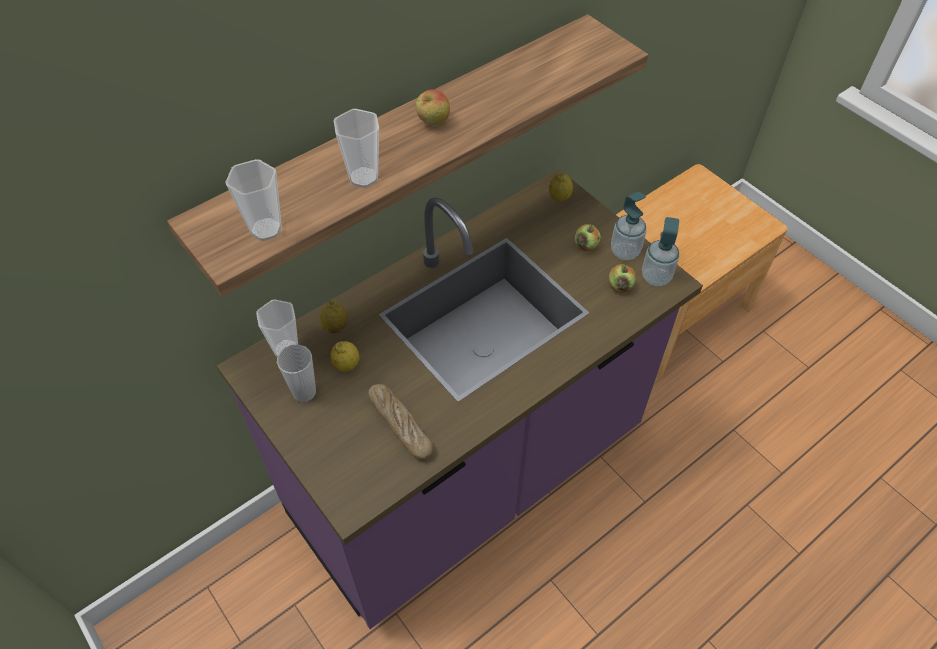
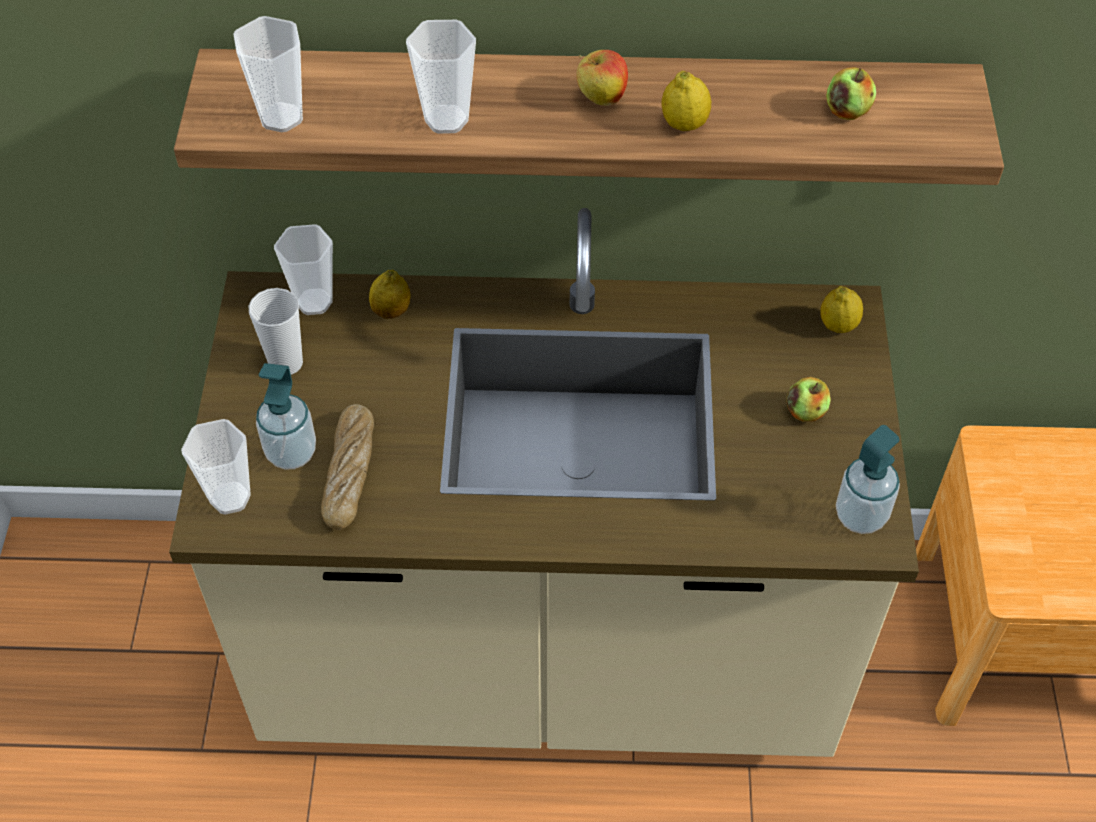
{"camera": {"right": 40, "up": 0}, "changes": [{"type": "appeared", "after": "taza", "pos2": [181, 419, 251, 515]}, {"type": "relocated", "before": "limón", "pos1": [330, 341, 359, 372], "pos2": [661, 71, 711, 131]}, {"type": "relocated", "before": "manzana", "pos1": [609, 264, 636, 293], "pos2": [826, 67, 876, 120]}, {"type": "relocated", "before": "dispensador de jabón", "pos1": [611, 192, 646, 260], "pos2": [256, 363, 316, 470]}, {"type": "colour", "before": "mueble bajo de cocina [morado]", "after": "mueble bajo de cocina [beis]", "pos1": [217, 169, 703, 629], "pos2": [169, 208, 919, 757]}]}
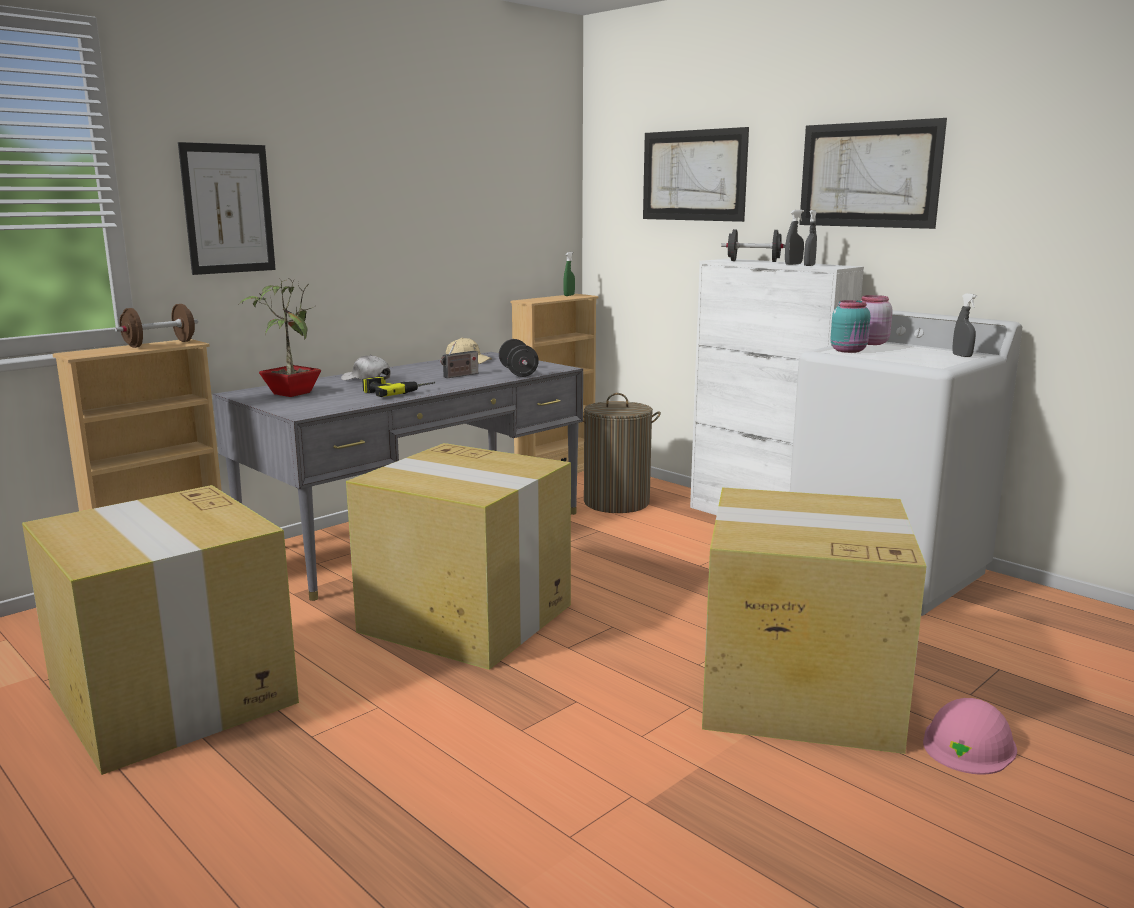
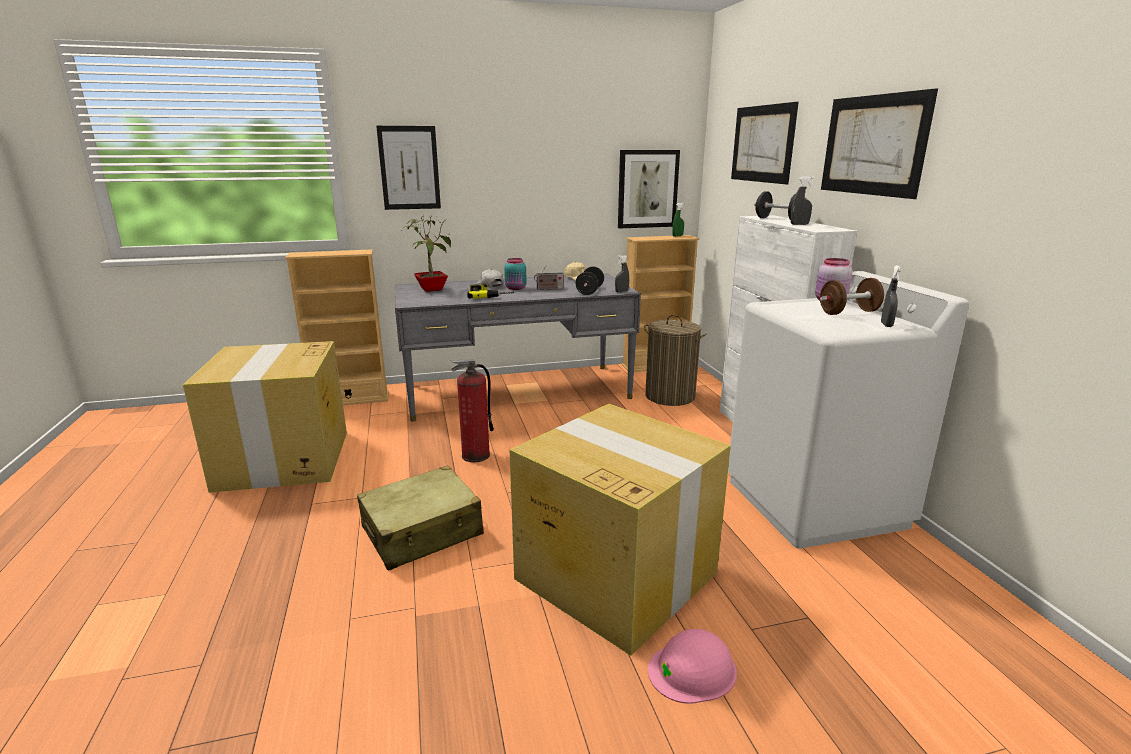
{"camera": {"right": 30, "up": 5}, "changes": [{"type": "appeared", "after": "maleta [beis]", "pos2": [357, 465, 484, 571]}, {"type": "appeared", "after": "cuadro", "pos2": [618, 150, 680, 228]}, {"type": "relocated", "before": "mancuerna [marrón]", "pos1": [115, 304, 198, 348], "pos2": [820, 278, 884, 315]}, {"type": "relocated", "before": "pulverizador [gris]", "pos1": [804, 210, 817, 266], "pos2": [615, 255, 629, 293]}, {"type": "relocated", "before": "tarro [turquesa]", "pos1": [830, 300, 871, 353], "pos2": [504, 258, 527, 290]}, {"type": "exchanged", "before": "caja de cartón", "after": "extintor", "pos1": [346, 443, 571, 670], "pos2": [450, 359, 494, 462]}]}
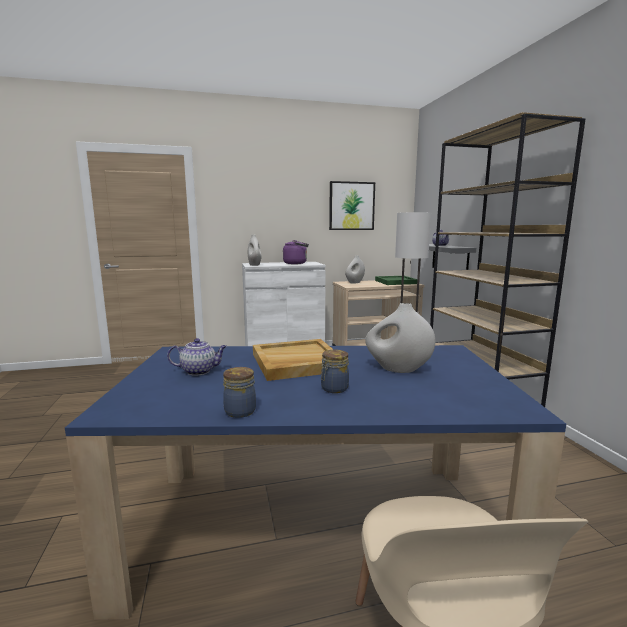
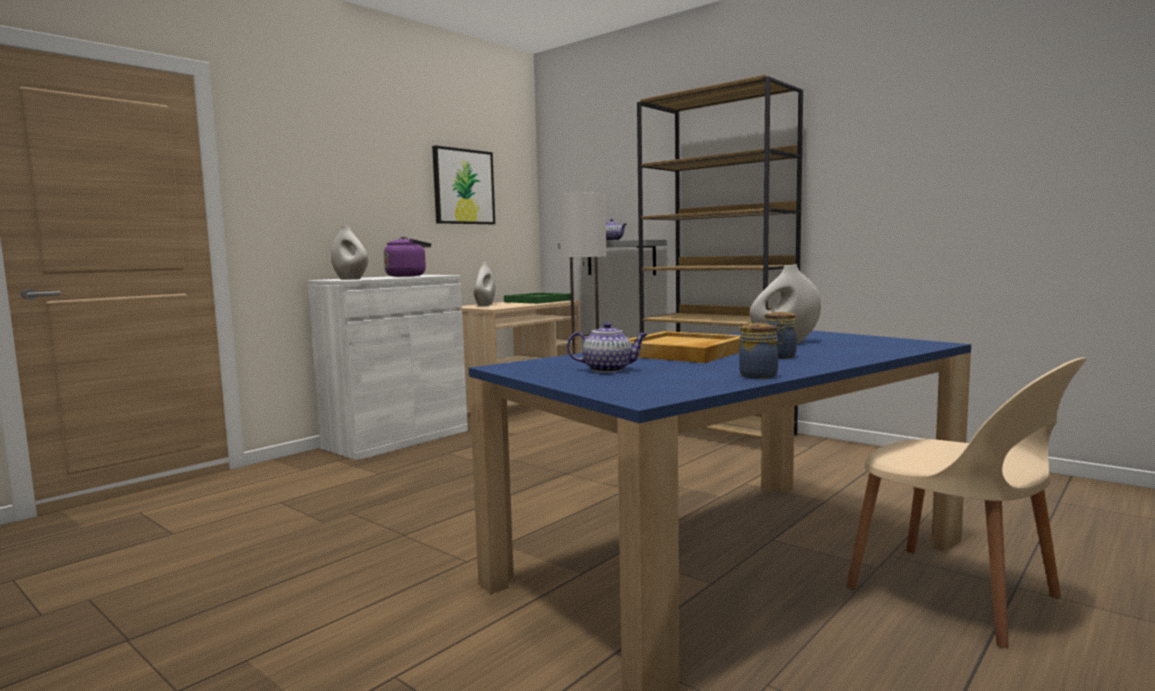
{"camera": {"right": -35, "up": -5}, "changes": [{"type": "spun", "before": "tetera", "pos1": [167, 338, 227, 376], "pos2": [567, 322, 648, 373], "turn": 45}]}
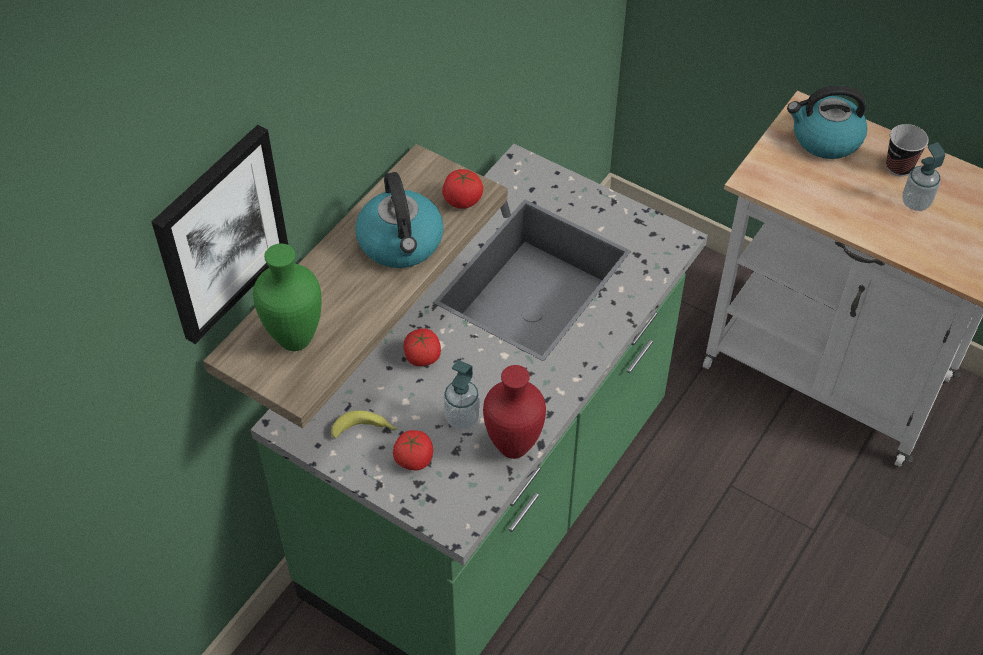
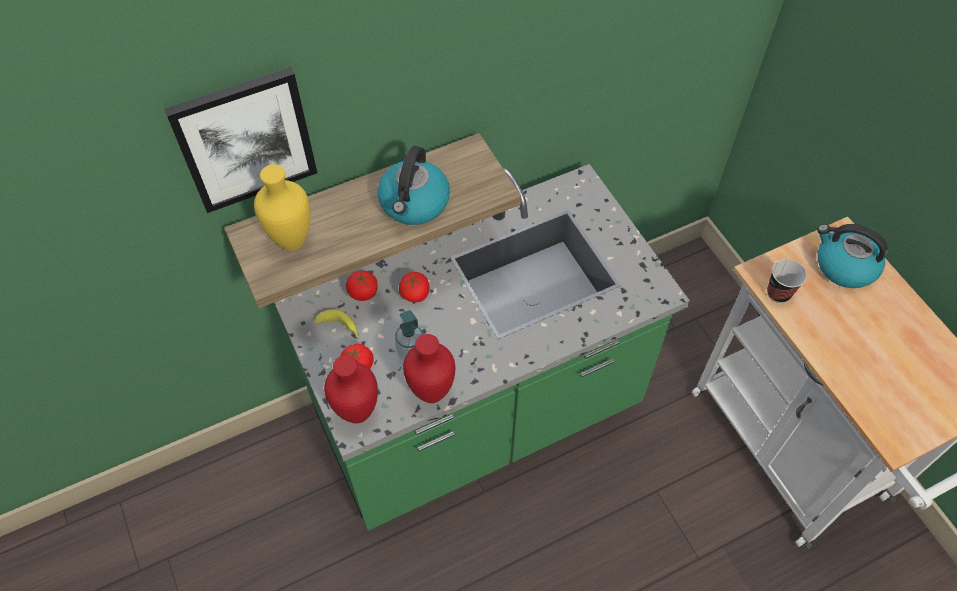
{"camera": {"right": 30, "up": 5}, "changes": [{"type": "missing", "before": "dispensador de jabón", "pos1": [902, 142, 945, 211]}, {"type": "appeared", "after": "florero [rojo]", "pos2": [324, 355, 378, 424]}, {"type": "relocated", "before": "tomate", "pos1": [442, 169, 483, 209], "pos2": [346, 271, 378, 301]}, {"type": "relocated", "before": "taza", "pos1": [886, 124, 928, 176], "pos2": [767, 259, 807, 303]}, {"type": "colour", "before": "florero [verde]", "after": "florero [amarillo]", "pos1": [253, 244, 322, 351], "pos2": [254, 164, 311, 251]}]}
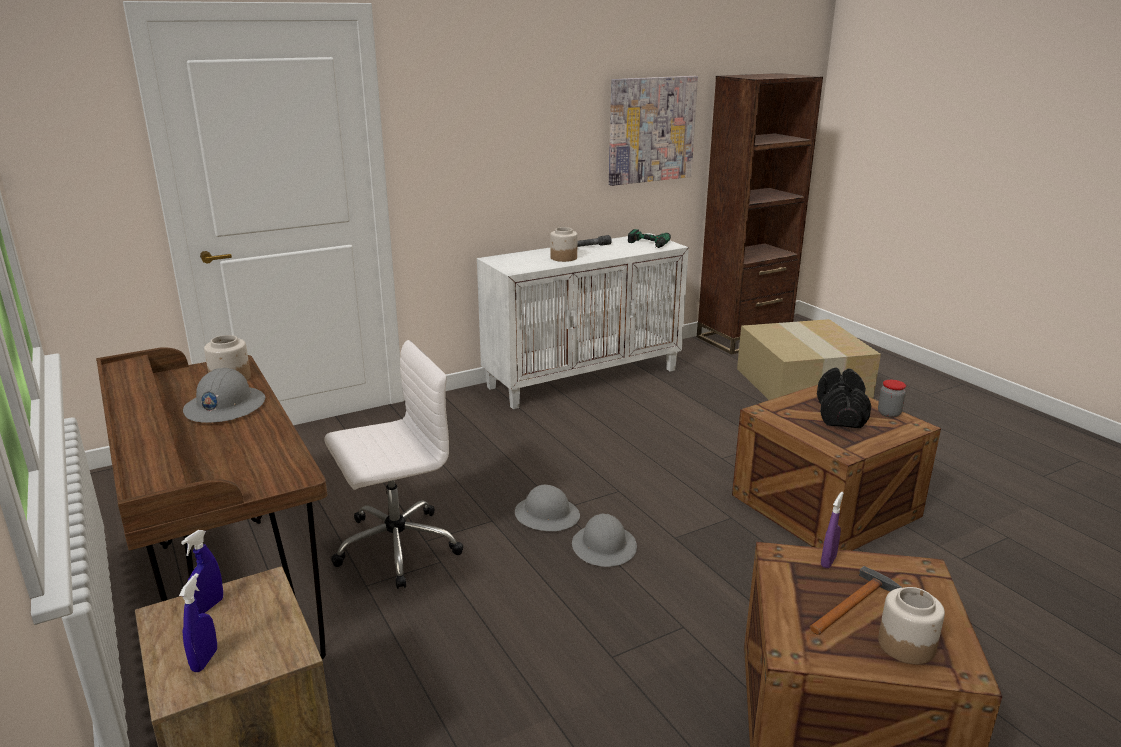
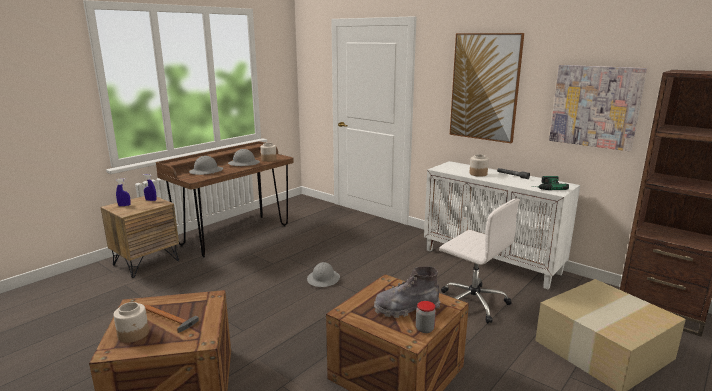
{"camera": {"right": 70, "up": -5}, "changes": [{"type": "missing", "before": "pulverizador [morado]", "pos1": [821, 492, 844, 568]}, {"type": "appeared", "after": "cuadro", "pos2": [450, 33, 524, 143]}, {"type": "relocated", "before": "silla de oficina [blanco]", "pos1": [324, 340, 464, 589], "pos2": [439, 198, 520, 323]}, {"type": "relocated", "before": "casco [gris]", "pos1": [572, 514, 637, 567], "pos2": [189, 156, 223, 175]}, {"type": "exchanged", "before": "mancuerna [negro]", "after": "bota [gris]", "pos1": [817, 368, 871, 428], "pos2": [374, 266, 440, 318]}]}
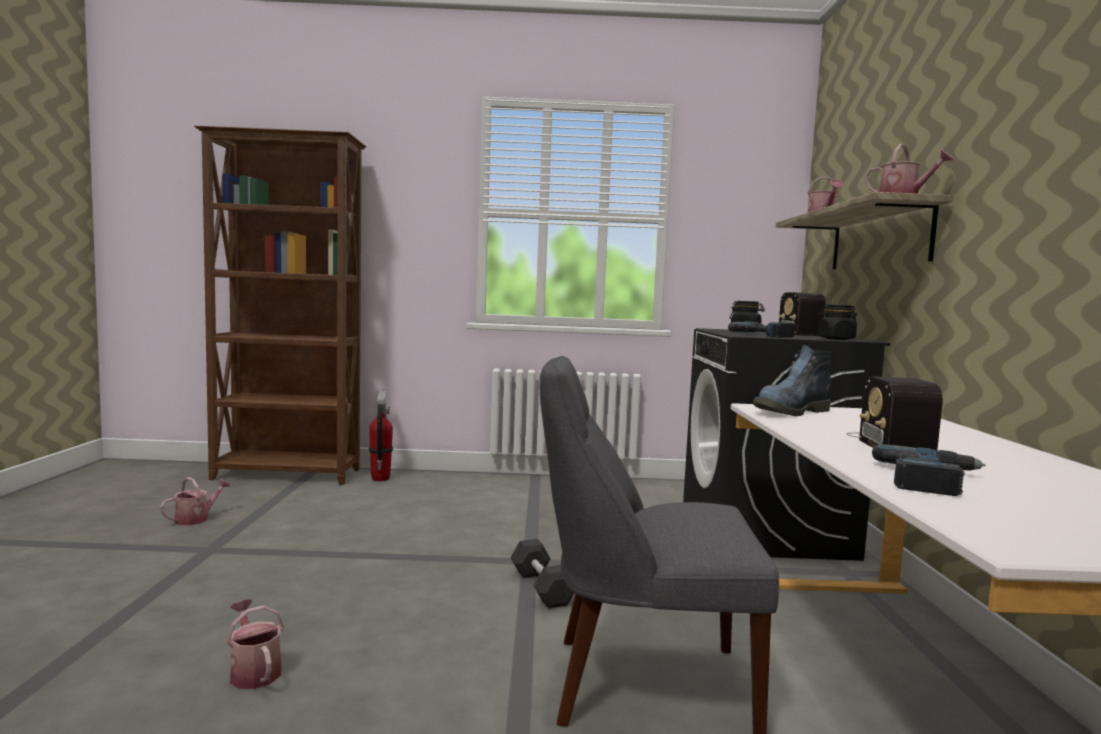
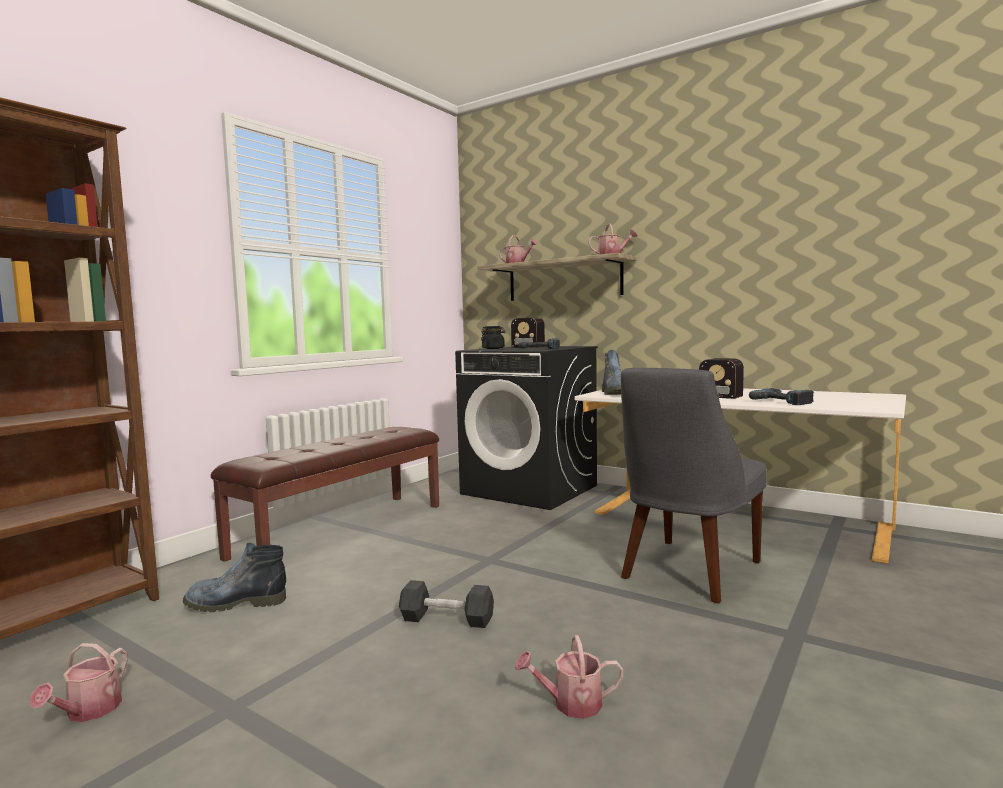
{"camera": {"right": -55, "up": 0}, "changes": [{"type": "missing", "before": "extintor", "pos1": [369, 390, 393, 481]}, {"type": "missing", "before": "tarro [negro]", "pos1": [818, 304, 857, 340]}, {"type": "appeared", "after": "bota", "pos2": [183, 543, 286, 612]}, {"type": "appeared", "after": "banco [marrón]", "pos2": [211, 427, 439, 562]}, {"type": "relocated", "before": "mancuerna [negro]", "pos1": [510, 539, 574, 608], "pos2": [399, 580, 494, 628]}, {"type": "spun", "before": "regadera", "pos1": [160, 477, 231, 525], "pos2": [29, 643, 127, 722], "turn": -150}]}
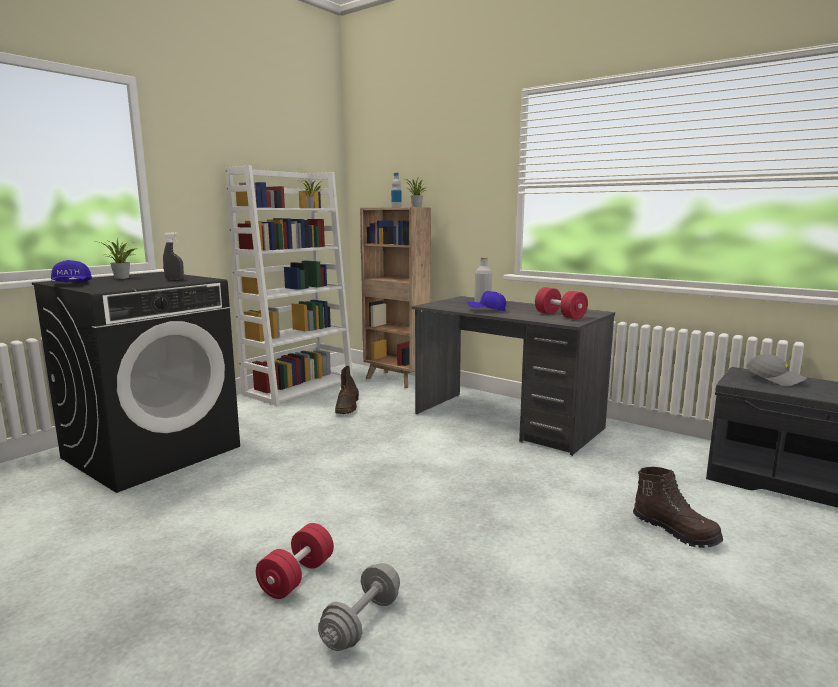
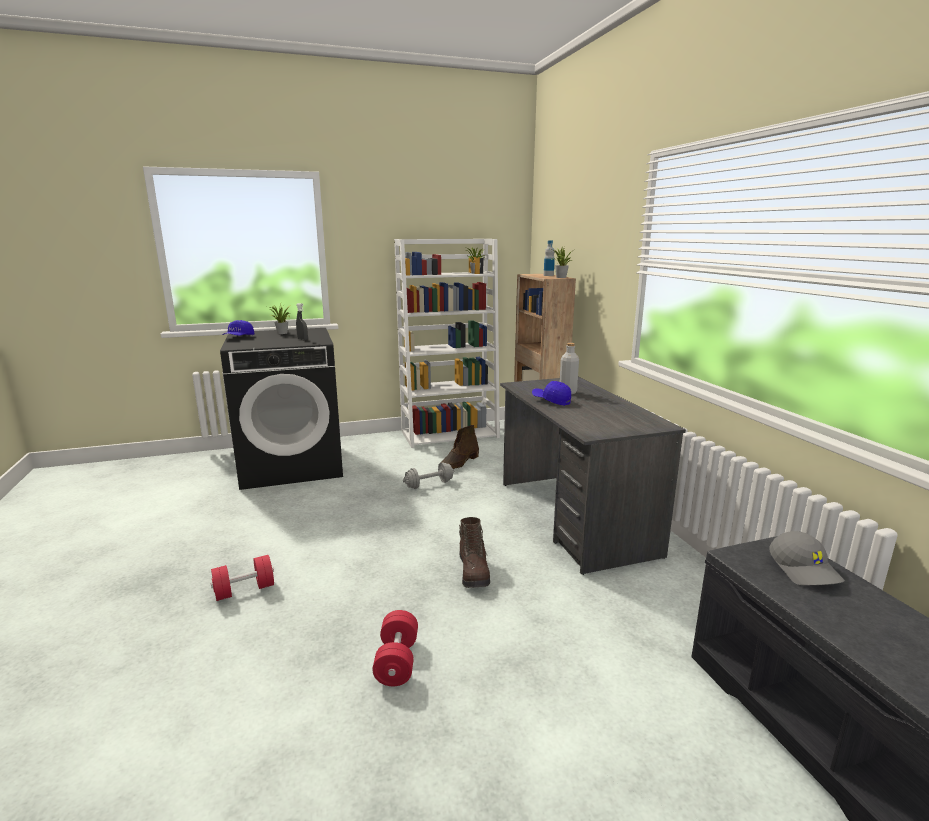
{"camera": {"right": 35, "up": 5}, "changes": [{"type": "relocated", "before": "mancuerna [gris]", "pos1": [318, 563, 400, 651], "pos2": [403, 462, 454, 489]}, {"type": "relocated", "before": "mancuerna [rojo]", "pos1": [535, 287, 588, 319], "pos2": [372, 610, 418, 687]}, {"type": "relocated", "before": "bota [marrón]", "pos1": [633, 467, 723, 548], "pos2": [459, 517, 490, 588]}]}
